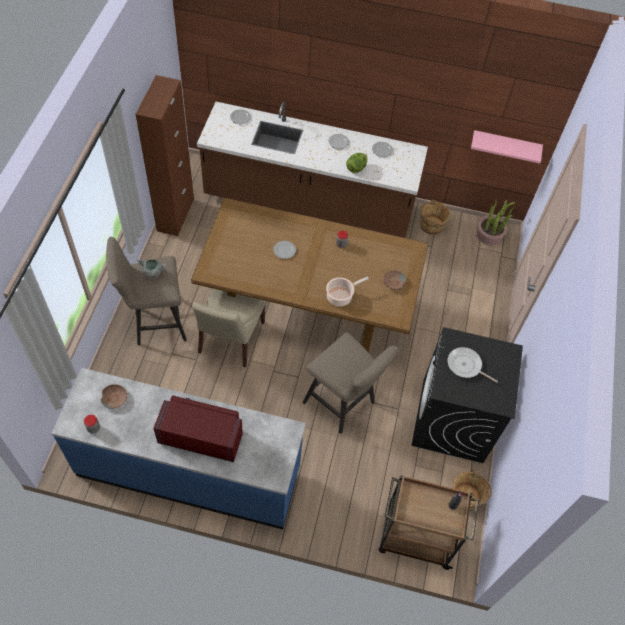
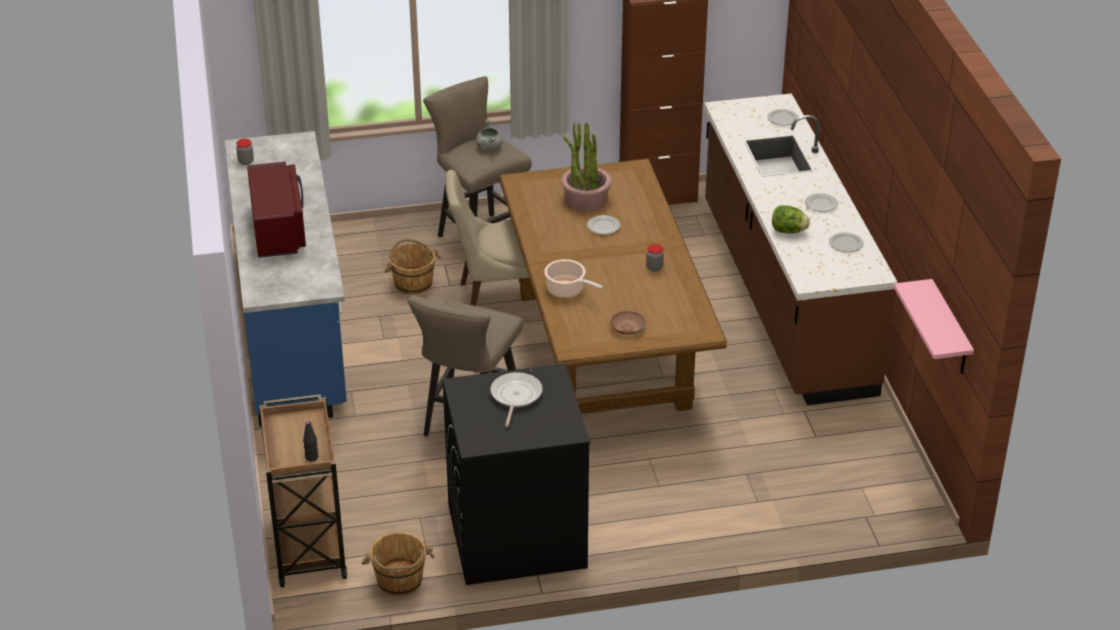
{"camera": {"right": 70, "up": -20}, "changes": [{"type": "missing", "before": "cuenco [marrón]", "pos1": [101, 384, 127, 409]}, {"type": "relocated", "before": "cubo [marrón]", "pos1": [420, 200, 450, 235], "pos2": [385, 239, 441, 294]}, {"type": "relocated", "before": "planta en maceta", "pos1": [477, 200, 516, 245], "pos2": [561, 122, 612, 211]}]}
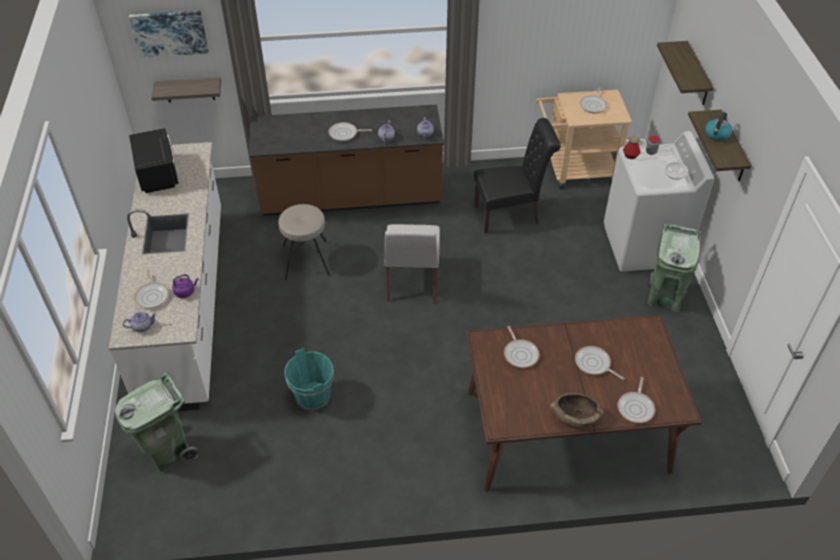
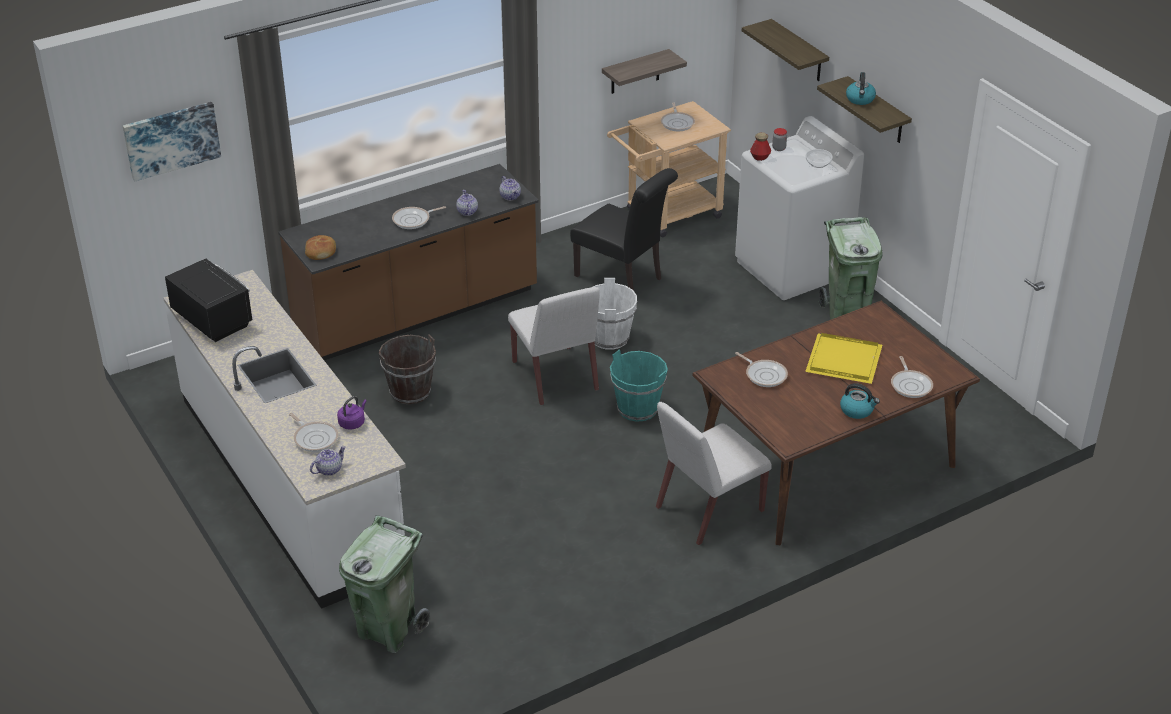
{"camera": {"right": -25, "up": -10}, "changes": [{"type": "appeared", "after": "pan", "pos2": [305, 235, 336, 260]}, {"type": "appeared", "after": "cubo [blanco]", "pos2": [593, 278, 637, 350]}, {"type": "appeared", "after": "silla [blanco]", "pos2": [656, 402, 772, 545]}, {"type": "relocated", "before": "estante", "pos1": [151, 77, 221, 103], "pos2": [602, 49, 687, 94]}, {"type": "relocated", "before": "cubo [turquesa]", "pos1": [285, 348, 334, 411], "pos2": [610, 350, 668, 422]}, {"type": "exchanged", "before": "taburete [beis]", "after": "cubo [marrón]", "pos1": [279, 204, 330, 280], "pos2": [378, 334, 436, 404]}, {"type": "exchanged", "before": "cuenco [marrón]", "after": "hervidor", "pos1": [550, 393, 604, 427], "pos2": [840, 383, 880, 419]}, {"type": "exchanged", "before": "sartén", "after": "bandeja [amarillo]", "pos1": [575, 346, 624, 380], "pos2": [805, 333, 882, 384]}, {"type": "spun", "before": "silla [negro]", "pos1": [474, 118, 561, 233], "pos2": [570, 168, 678, 291], "turn": 75}]}
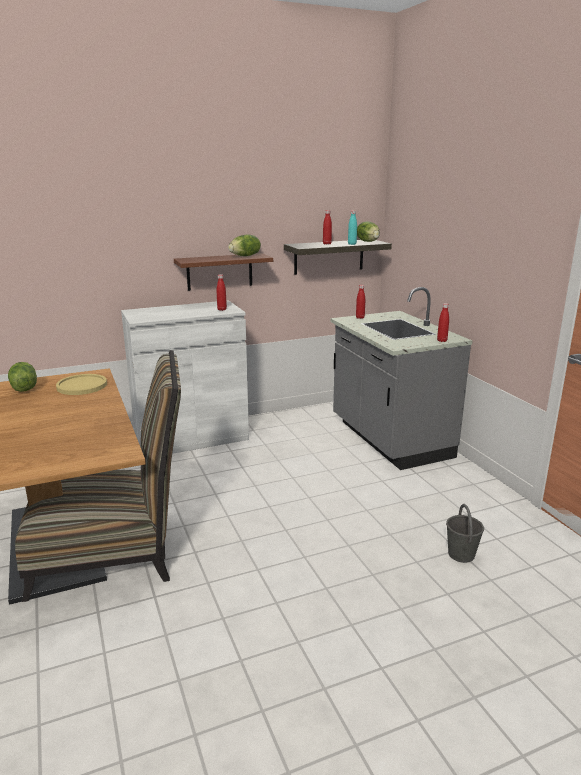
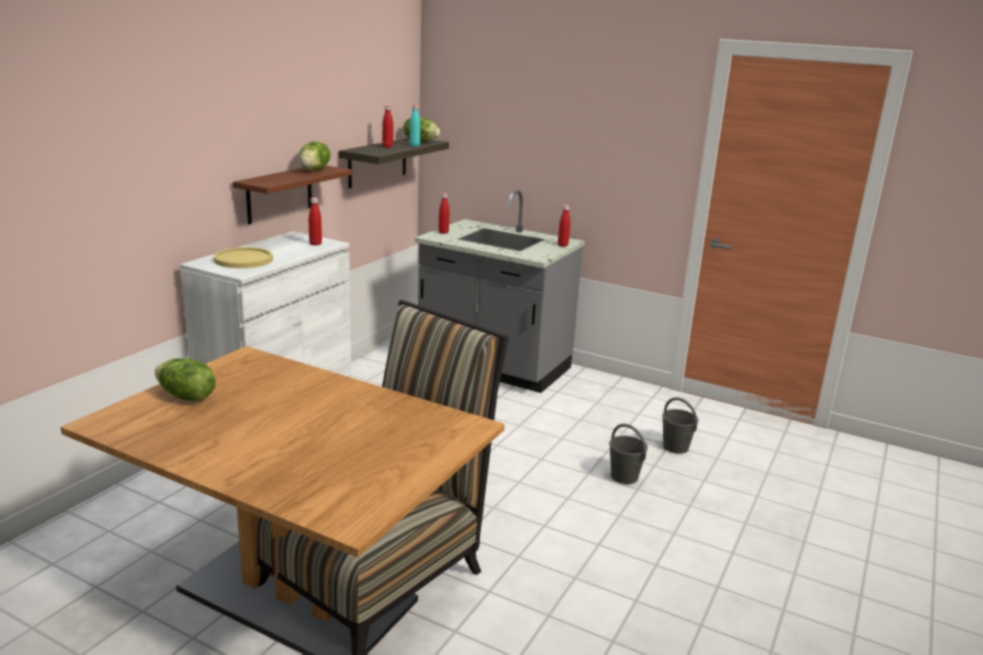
{"camera": {"right": -40, "up": 0}, "changes": [{"type": "appeared", "after": "cubo [gris]", "pos2": [609, 424, 648, 484]}, {"type": "relocated", "before": "plato [amarillo]", "pos1": [56, 374, 107, 395], "pos2": [214, 247, 273, 268]}]}
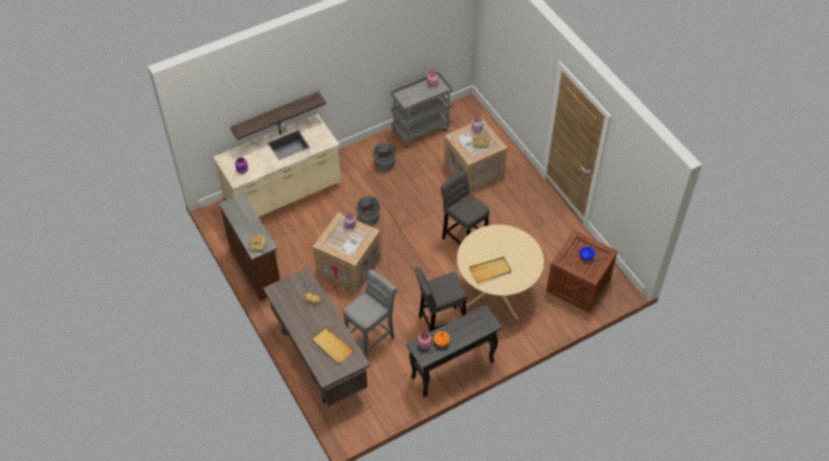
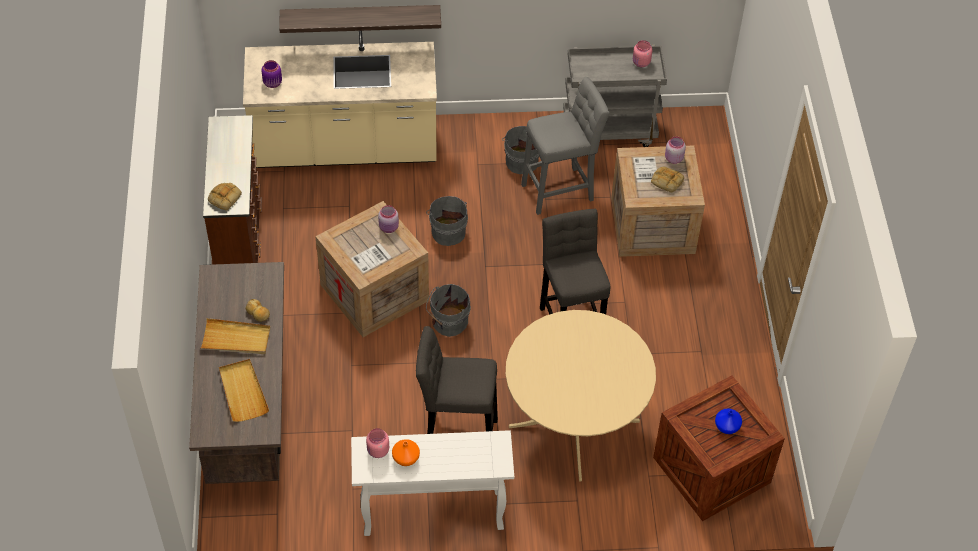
{"camera": {"right": 25, "up": 0}, "changes": [{"type": "appeared", "after": "cubo [gris]", "pos2": [426, 284, 471, 337]}, {"type": "relocated", "before": "taburete [gris]", "pos1": [343, 269, 397, 359], "pos2": [521, 77, 610, 215]}, {"type": "relocated", "before": "bandeja [beis]", "pos1": [469, 257, 512, 283], "pos2": [200, 318, 271, 354]}, {"type": "colour", "before": "mesa consola [negro]", "after": "mesa consola [blanco]", "pos1": [406, 305, 503, 397], "pos2": [351, 430, 514, 536]}]}
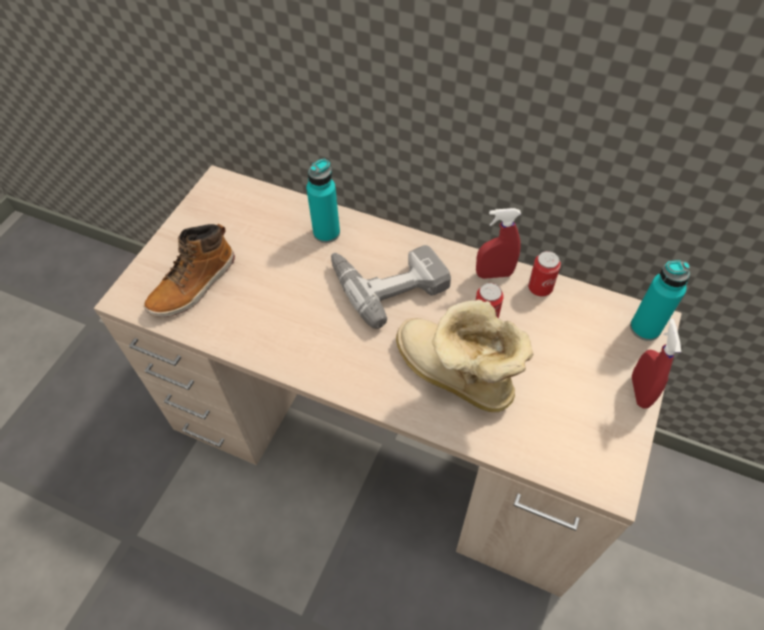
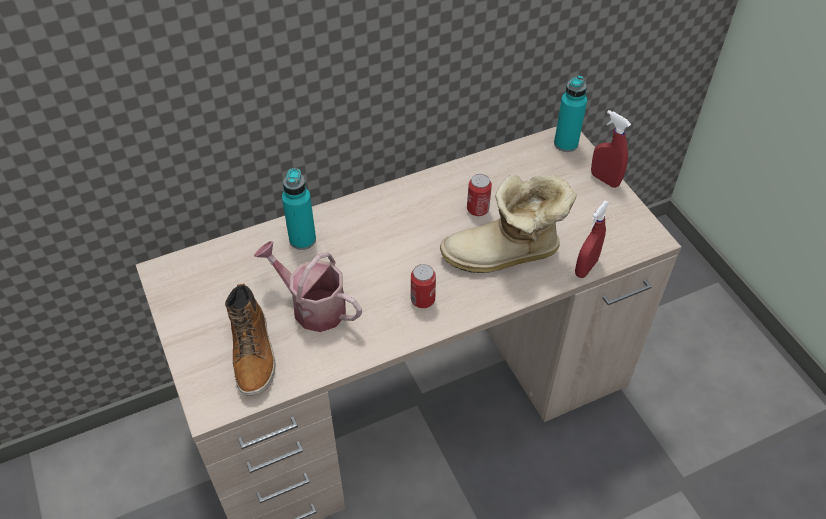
{"camera": {"right": -50, "up": -5}, "changes": [{"type": "missing", "before": "taladro", "pos1": [331, 245, 451, 329]}, {"type": "appeared", "after": "regadera", "pos2": [254, 241, 362, 332]}, {"type": "relocated", "before": "pulverizador [rojo]", "pos1": [476, 208, 521, 279], "pos2": [575, 201, 610, 278]}, {"type": "relocated", "before": "lata", "pos1": [528, 251, 561, 296], "pos2": [411, 264, 436, 308]}]}
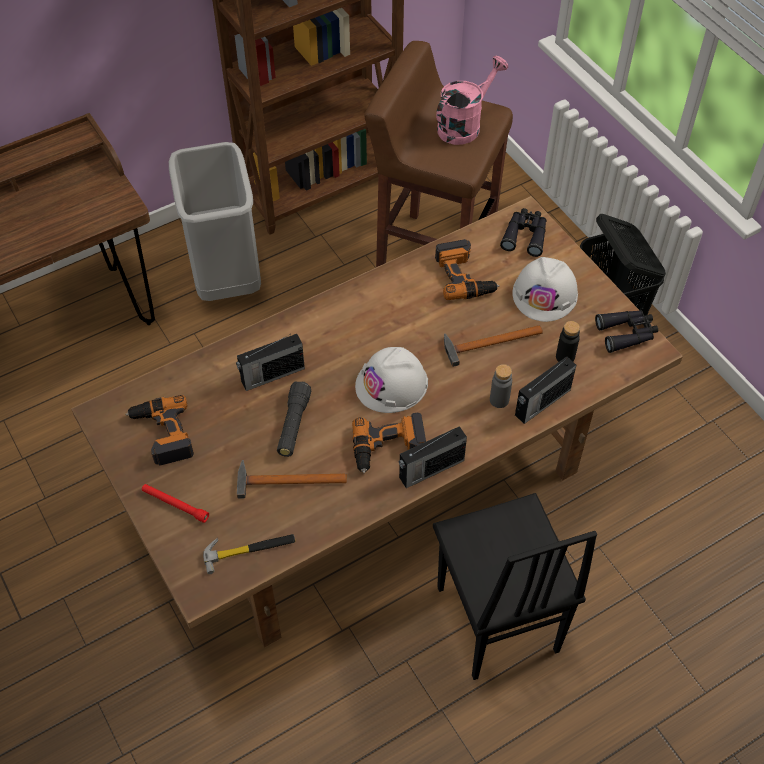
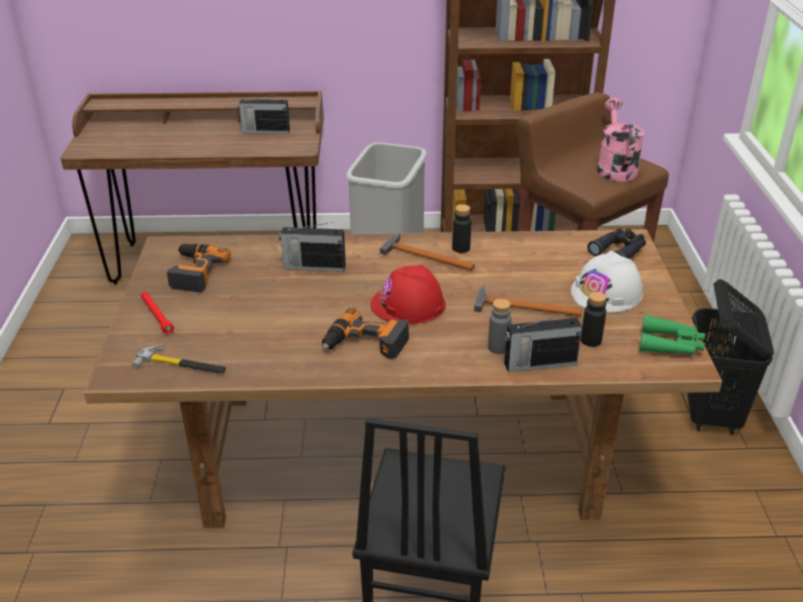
{"camera": {"right": 30, "up": -20}, "changes": [{"type": "missing", "before": "linterna [negro]", "pos1": [277, 381, 311, 457]}, {"type": "missing", "before": "taladro", "pos1": [435, 239, 500, 300]}, {"type": "appeared", "after": "botella [negro]", "pos2": [452, 204, 471, 253]}, {"type": "relocated", "before": "martillo", "pos1": [237, 460, 347, 499], "pos2": [380, 233, 475, 271]}, {"type": "relocated", "before": "radio", "pos1": [399, 426, 467, 488], "pos2": [238, 93, 290, 134]}, {"type": "colour", "before": "casco [blanco]", "after": "casco [rojo]", "pos1": [355, 347, 428, 413], "pos2": [371, 265, 446, 324]}, {"type": "colour", "before": "prismáticos [negro]", "after": "prismáticos [verde]", "pos1": [595, 310, 658, 353], "pos2": [639, 315, 705, 355]}, {"type": "spun", "before": "regadera [rosa]", "pos1": [436, 56, 508, 145], "pos2": [597, 98, 645, 182], "turn": -75}]}
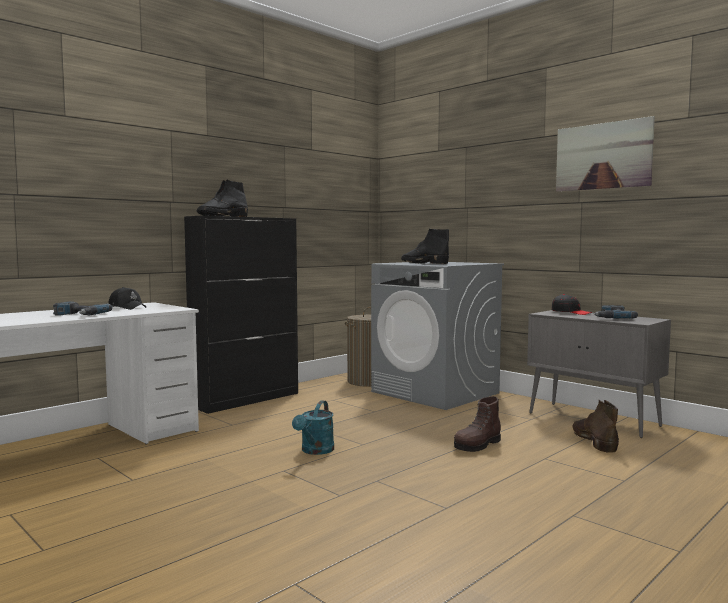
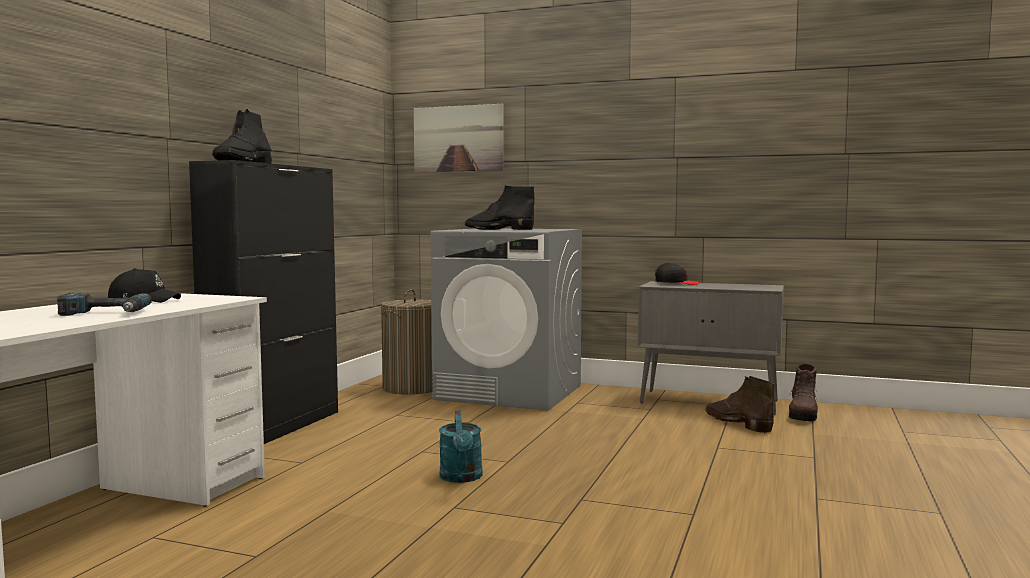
{"camera": {"right": -25, "up": 0}, "changes": [{"type": "missing", "before": "taladro", "pos1": [594, 305, 638, 319]}, {"type": "relocated", "before": "bota [marrón]", "pos1": [454, 396, 501, 452], "pos2": [789, 364, 818, 421]}, {"type": "relocated", "before": "cuadro", "pos1": [556, 116, 655, 192], "pos2": [414, 104, 504, 172]}]}
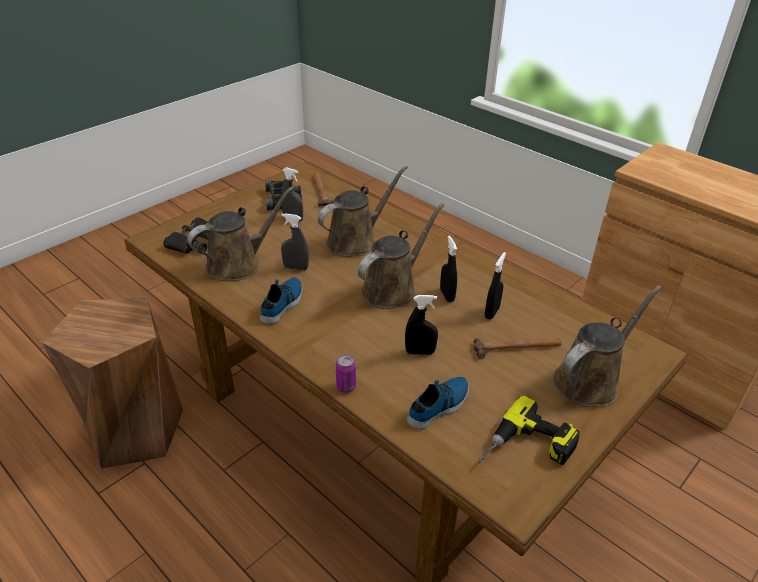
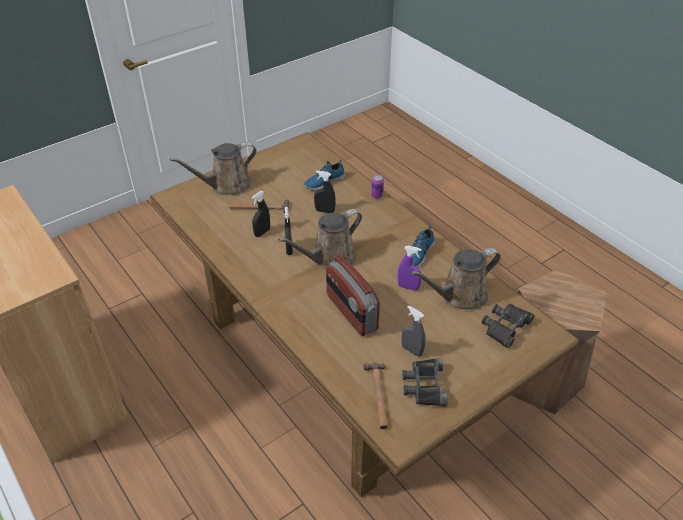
{"camera": {"right": -170, "up": 5}, "changes": [{"type": "missing", "before": "taladro", "pos1": [478, 395, 580, 465]}, {"type": "exchanged", "before": "regadera [marrón]", "after": "radio", "pos1": [318, 166, 408, 257], "pos2": [326, 254, 380, 336]}, {"type": "colour", "before": "pulverizador [gris]", "after": "pulverizador [morado]", "pos1": [281, 213, 309, 271], "pos2": [398, 246, 422, 291]}]}
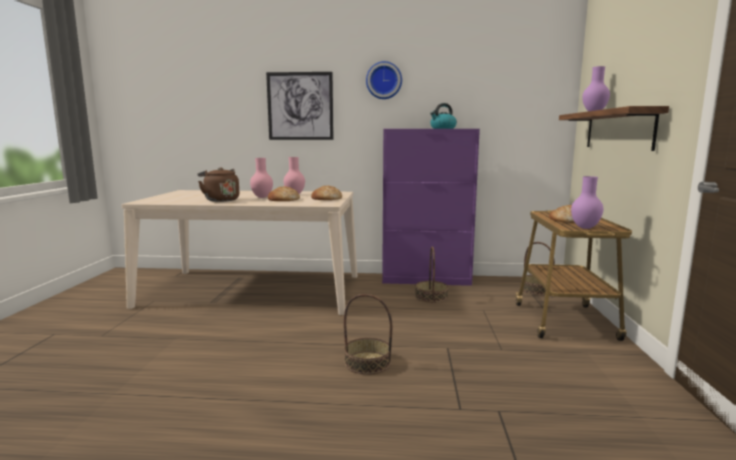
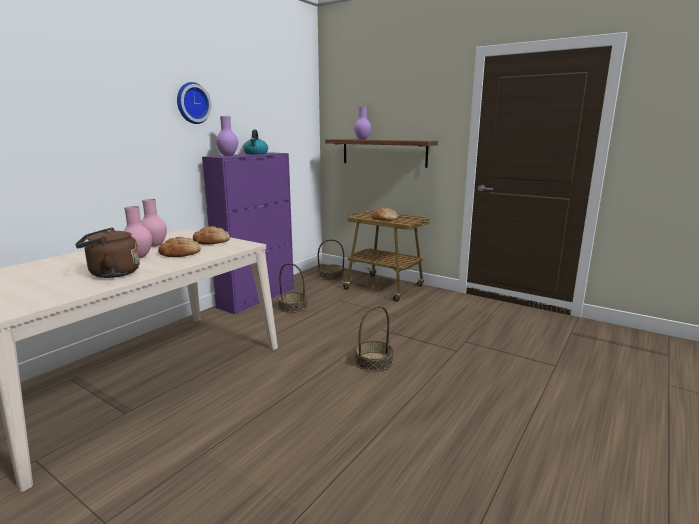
{"camera": {"right": -60, "up": 5}, "changes": [{"type": "missing", "before": "cuadro", "pos1": [266, 72, 334, 140]}, {"type": "relocated", "before": "florero [morado]", "pos1": [571, 176, 603, 229], "pos2": [216, 116, 238, 156]}]}
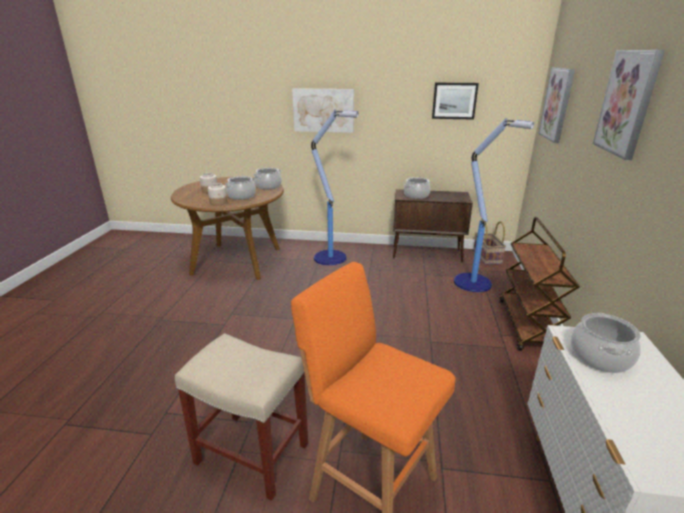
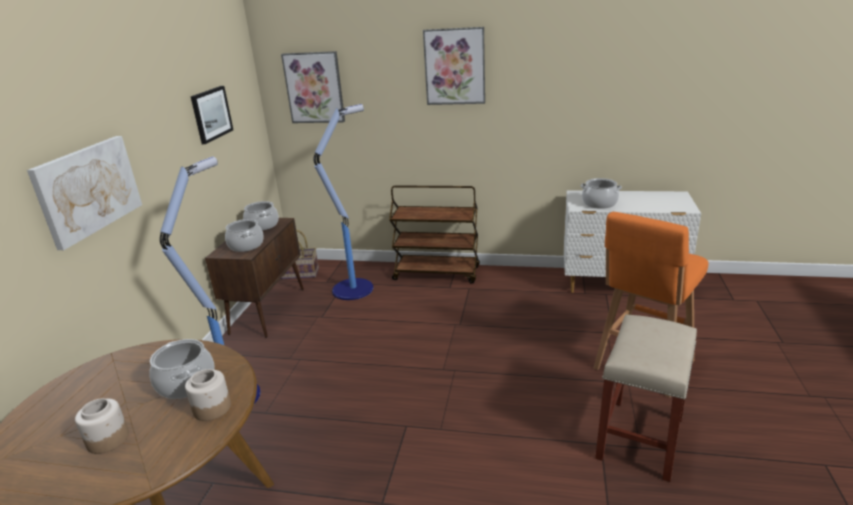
{"camera": {"right": -85, "up": 0}, "changes": [{"type": "relocated", "before": "olla", "pos1": [253, 168, 282, 189], "pos2": [243, 201, 279, 230]}]}
